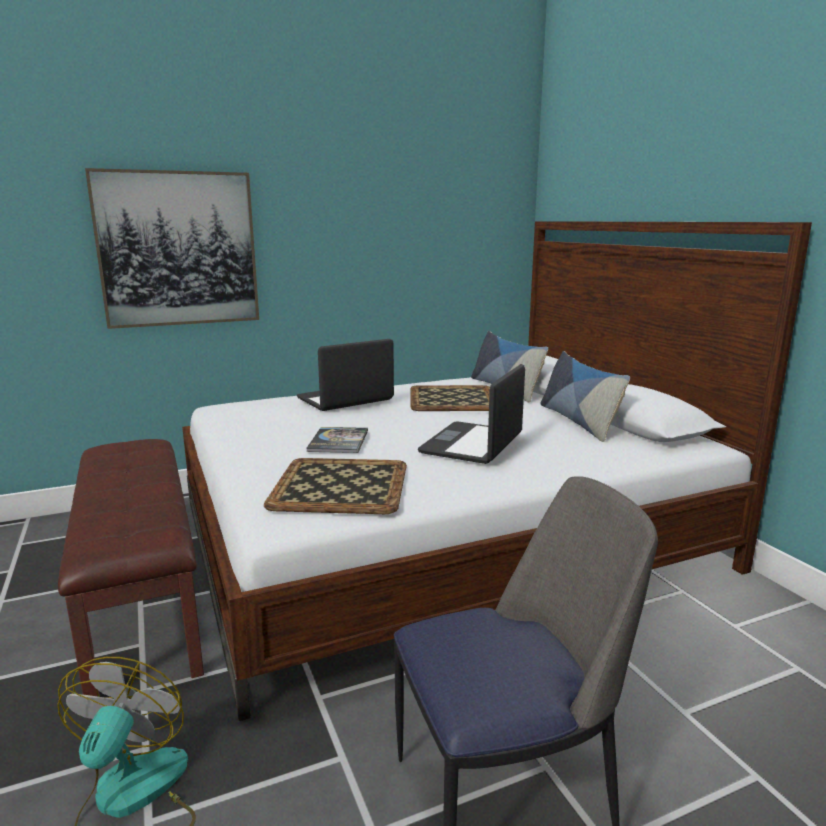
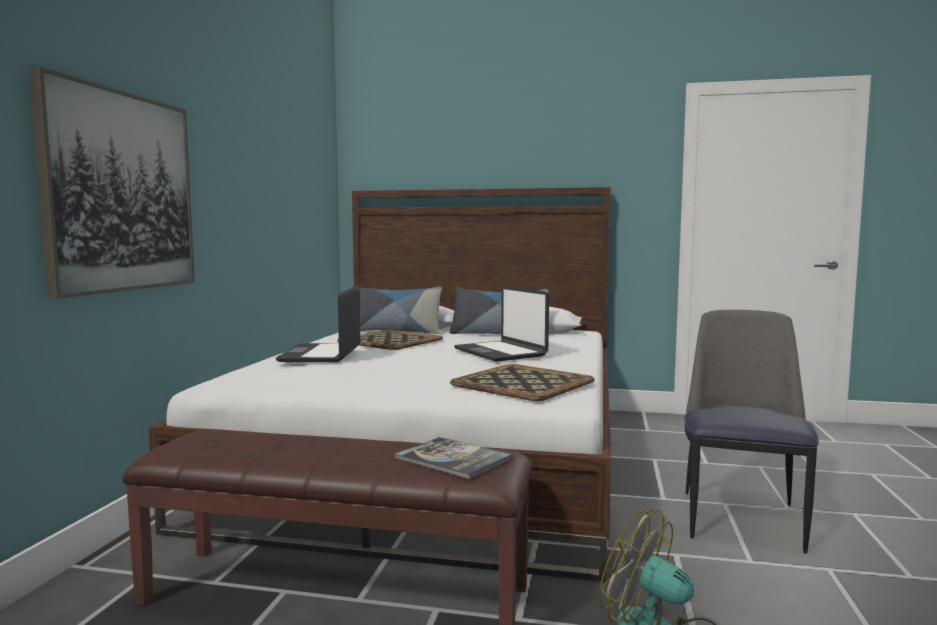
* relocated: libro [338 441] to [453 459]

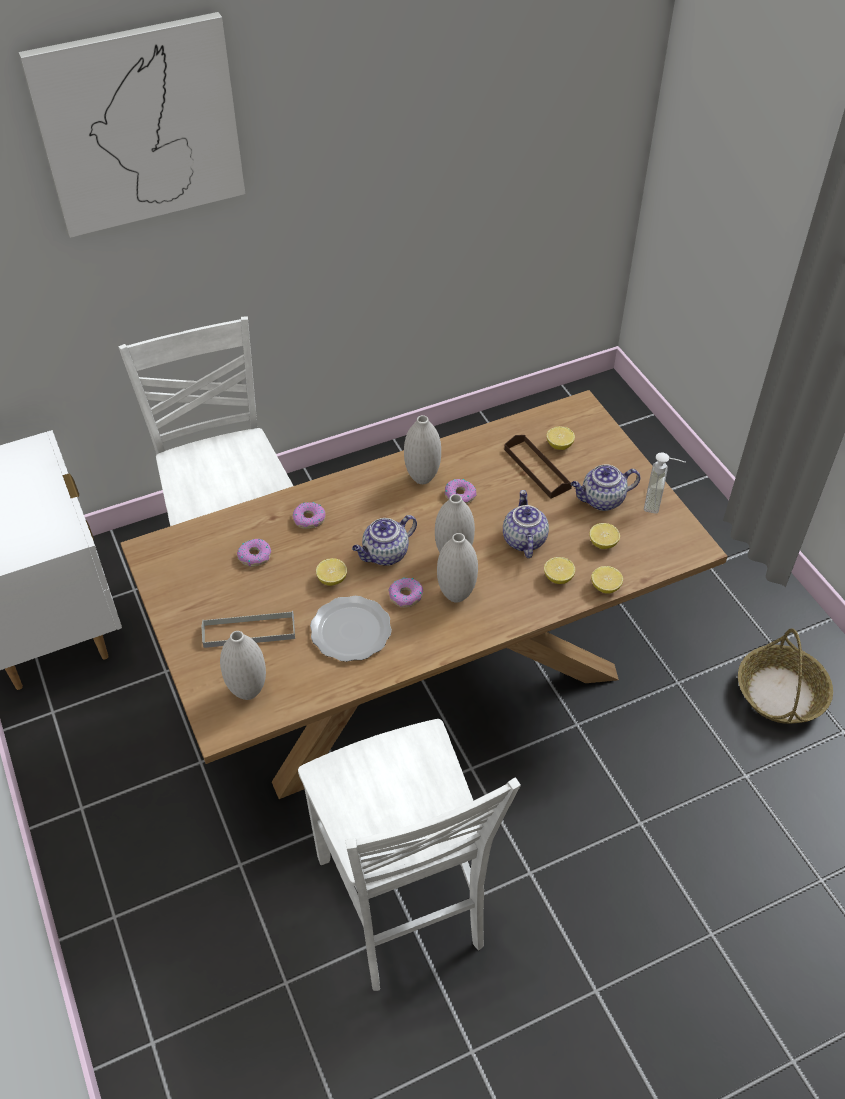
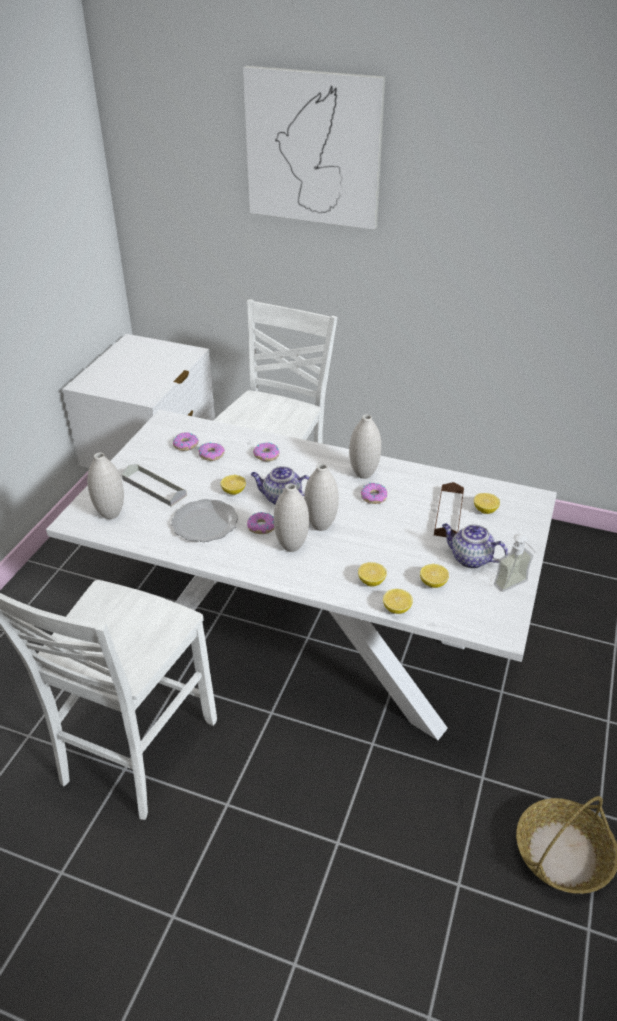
* colour: mesa de comedor (marrón) [423 679] to mesa de comedor (blanco) [307 640]
* missing: tetera [523 540]
* appeared: rosquilla [185 445]

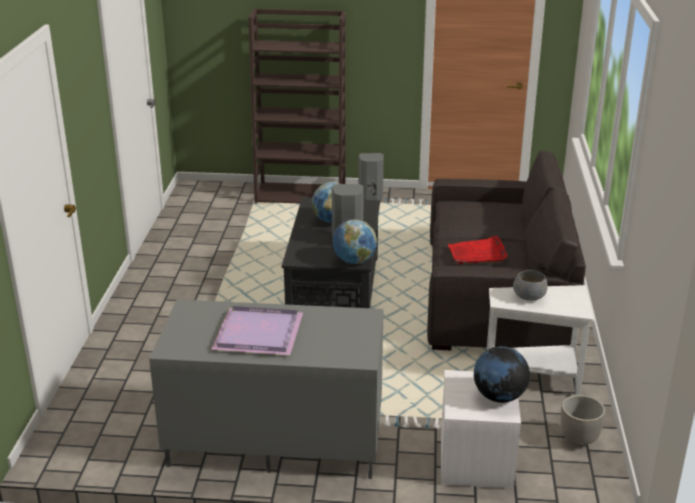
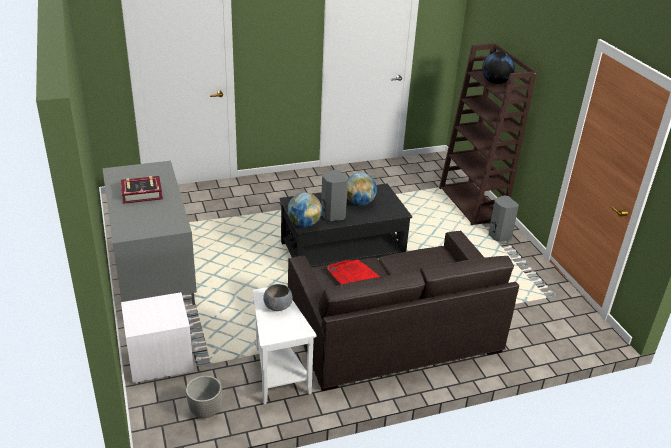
* exchanged: bandeja (morado) [257 332] to libro [142 193]
* relocated: globo terráqueo [499 396] to [495 82]

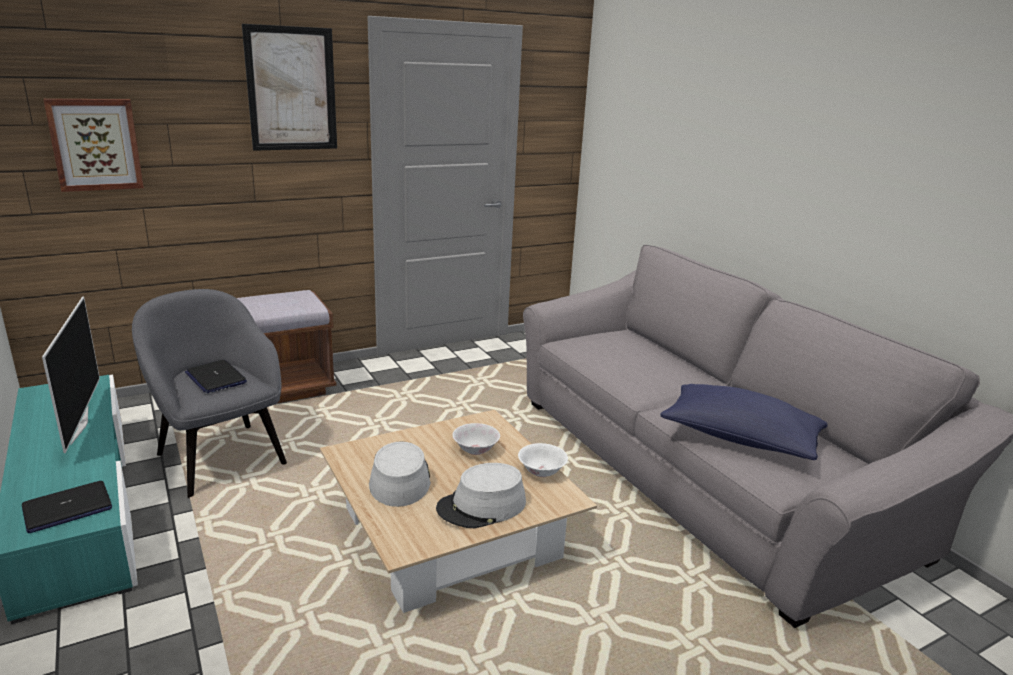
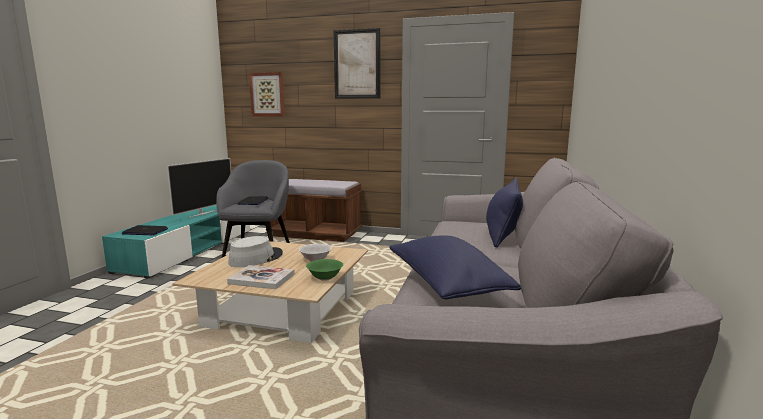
* colour: cuenco (blanco) [542 471] to cuenco (verde) [325 278]
* exchanged: sombrero (gris) [482 506] to libro [262 279]
* appeared: cojín (azul) [503 234]

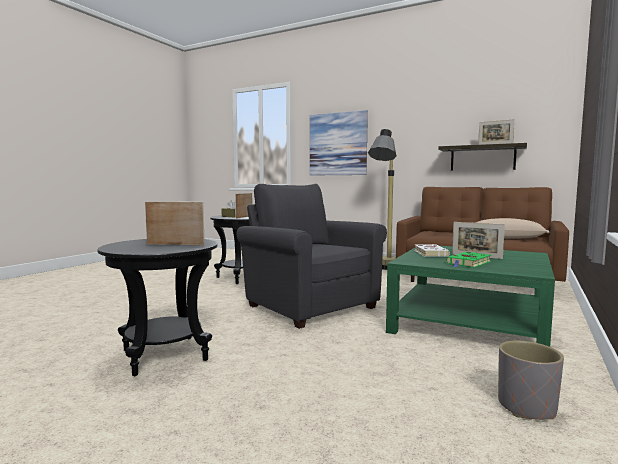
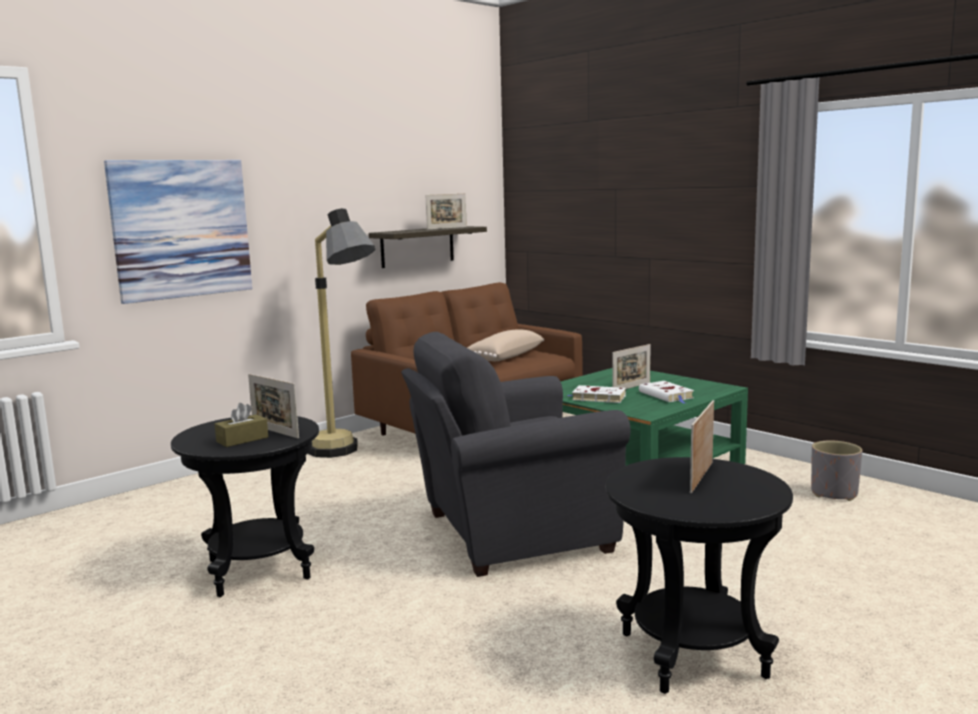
* colour: libro (verde) [468 263] to libro (blanco) [667 395]

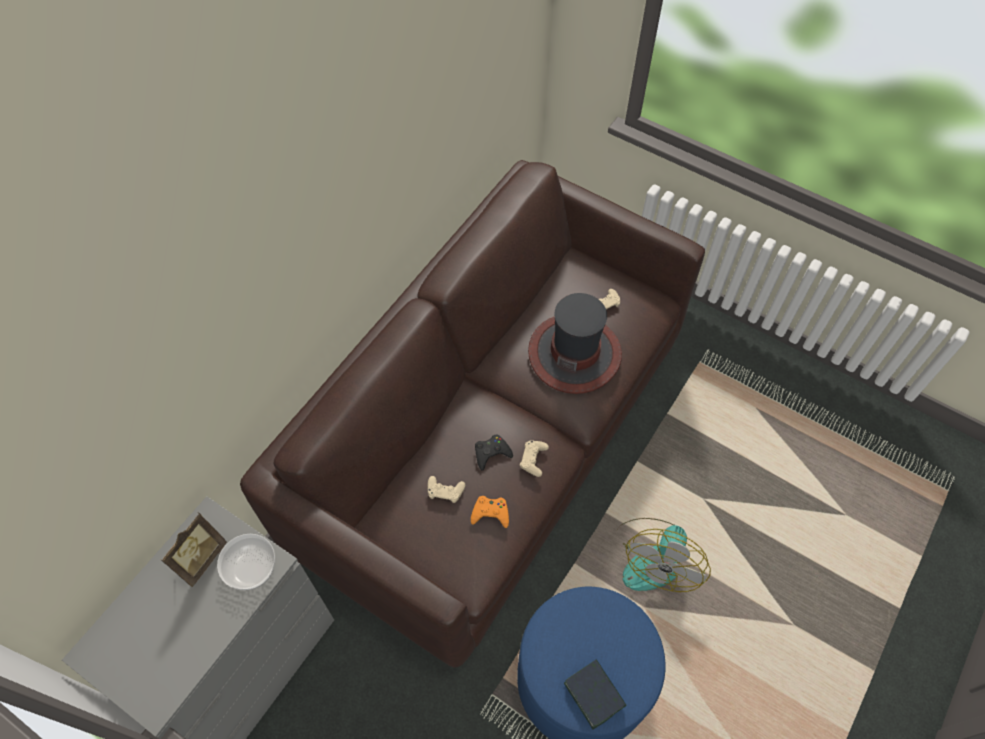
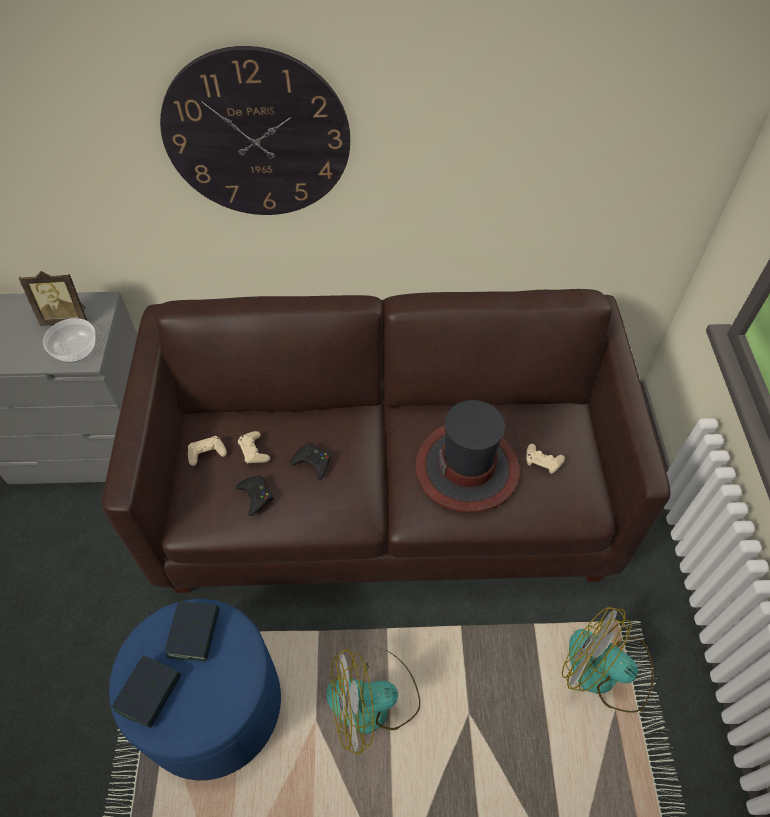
* relocated: mando de consola (beis) [533 459] to [207 453]
* colour: mando de consola (naranja) [490 513] to mando de consola (negro) [256 496]
* appeared: reloj de pared [257 137]
* appeared: libro [194 633]
* appeared: ventilador [605 672]

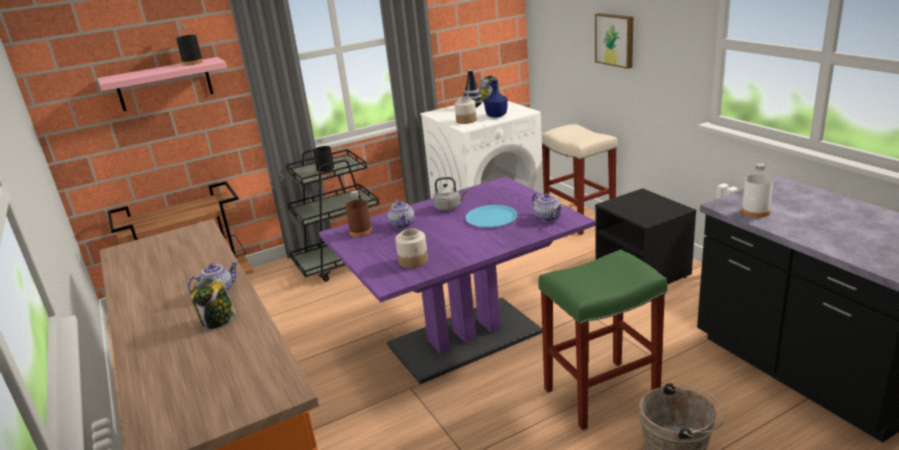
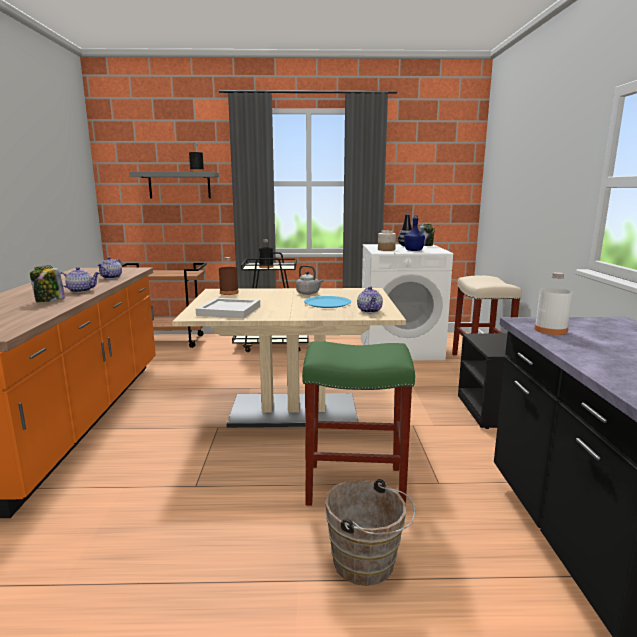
* missing: cuadro [615 40]
* colour: estante (rosa) [164 84] to estante (gris) [179 185]
* colour: mesa de comedor (morado) [464 339] to mesa de comedor (beis) [293 411]
* relocated: tetera [403 225] to [111 277]
* exchanged: tarro [413 261] to bandeja (blanco) [229 311]

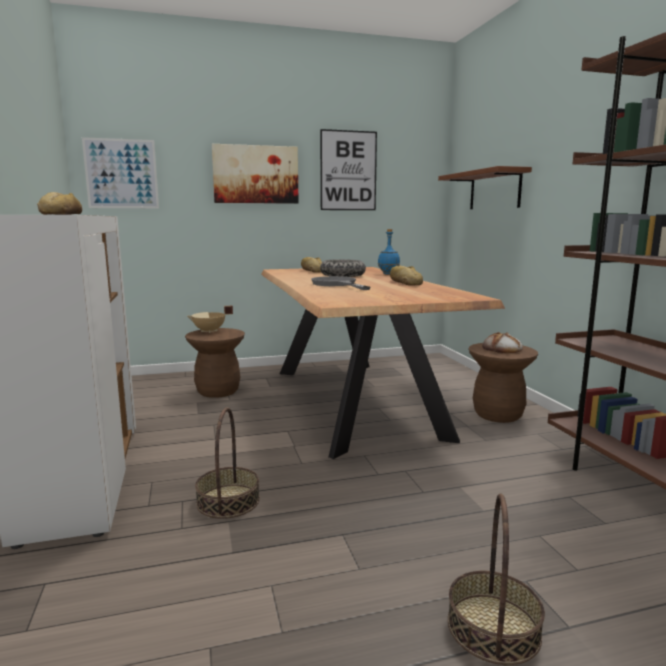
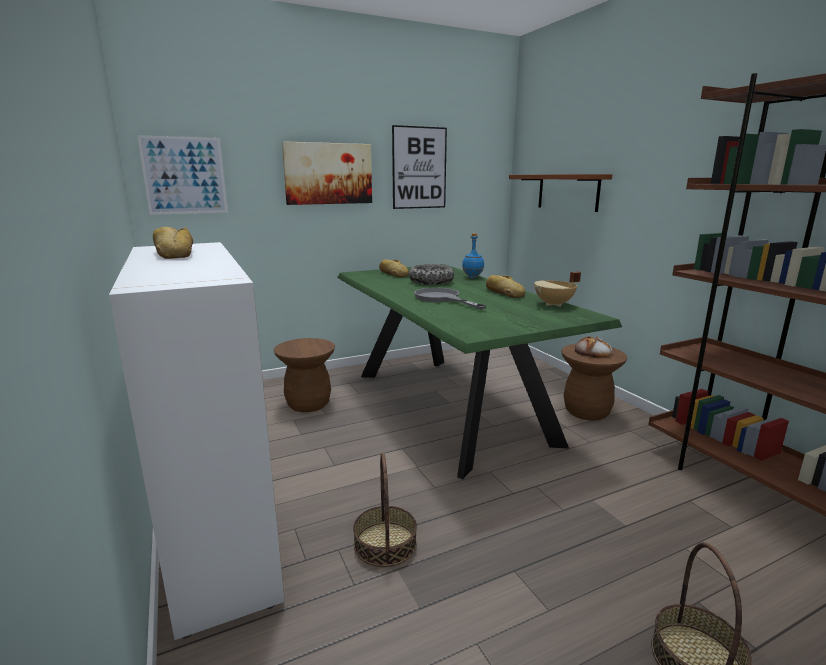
* colour: mesa de comedor (marrón) [353 401] to mesa de comedor (verde) [448 406]
* relocated: olla (beis) [209 331] to [554 304]

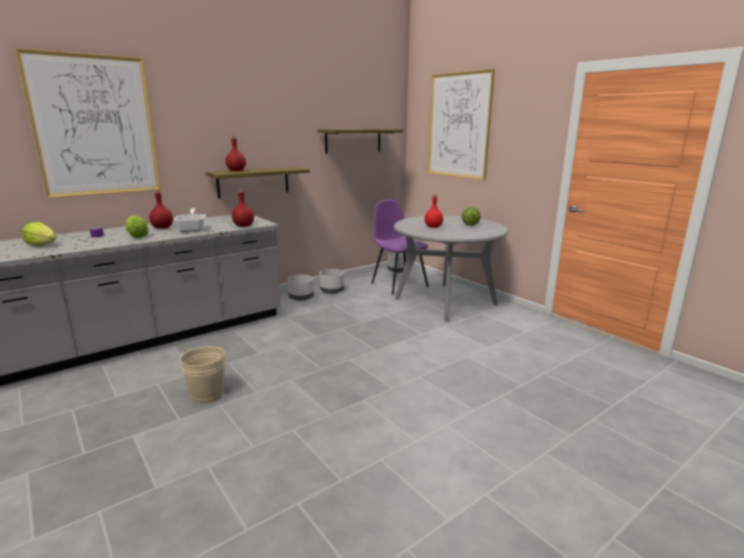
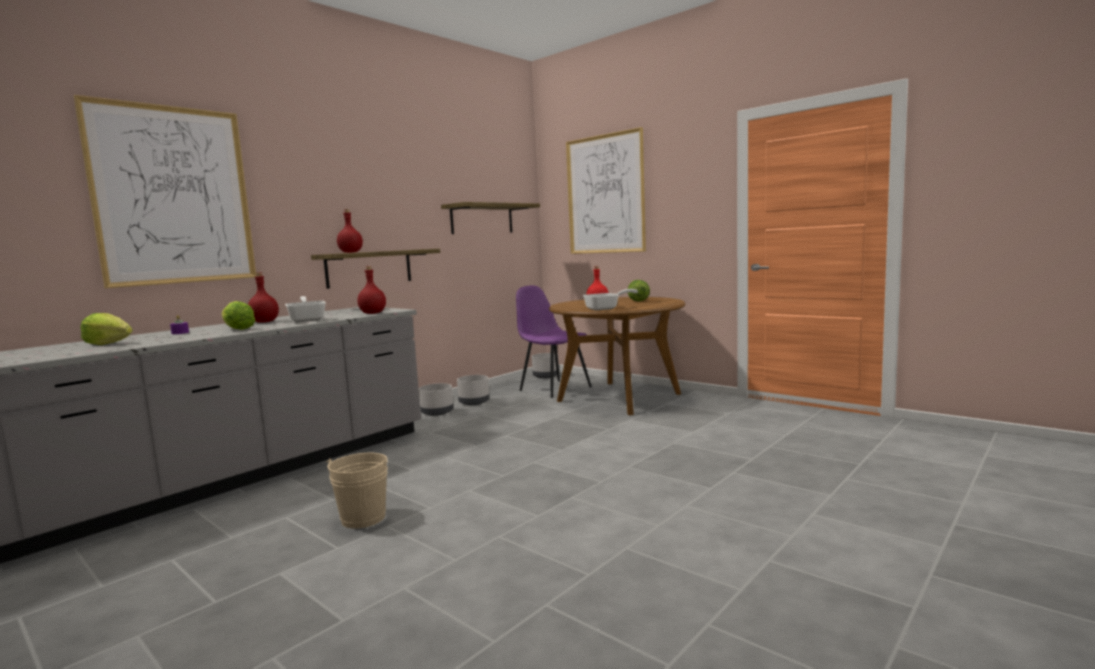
* colour: mesa de comedor (gris) [445 301] to mesa de comedor (marrón) [619 397]
* appeared: sartén [606 309]

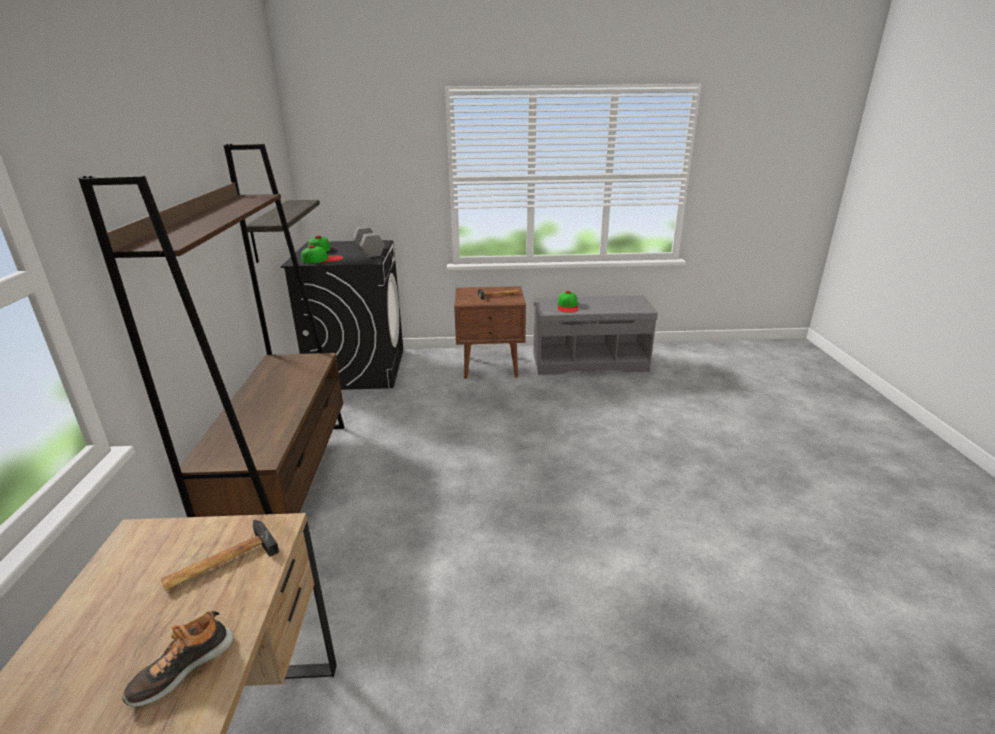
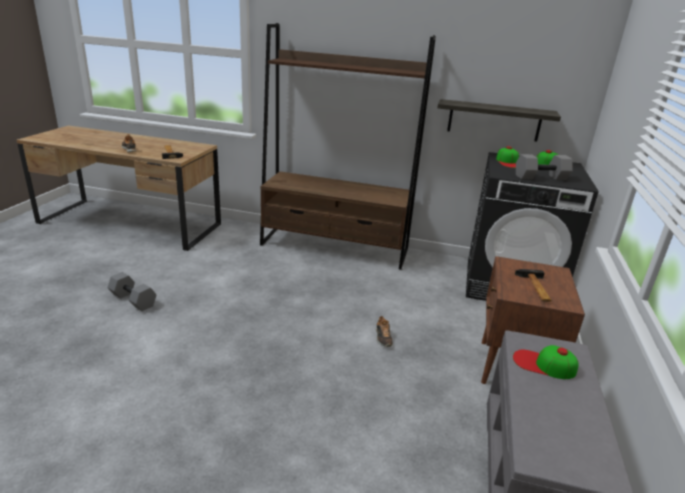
* appeared: mancuerna (gris) [132 300]
* appeared: zapato [383 337]

